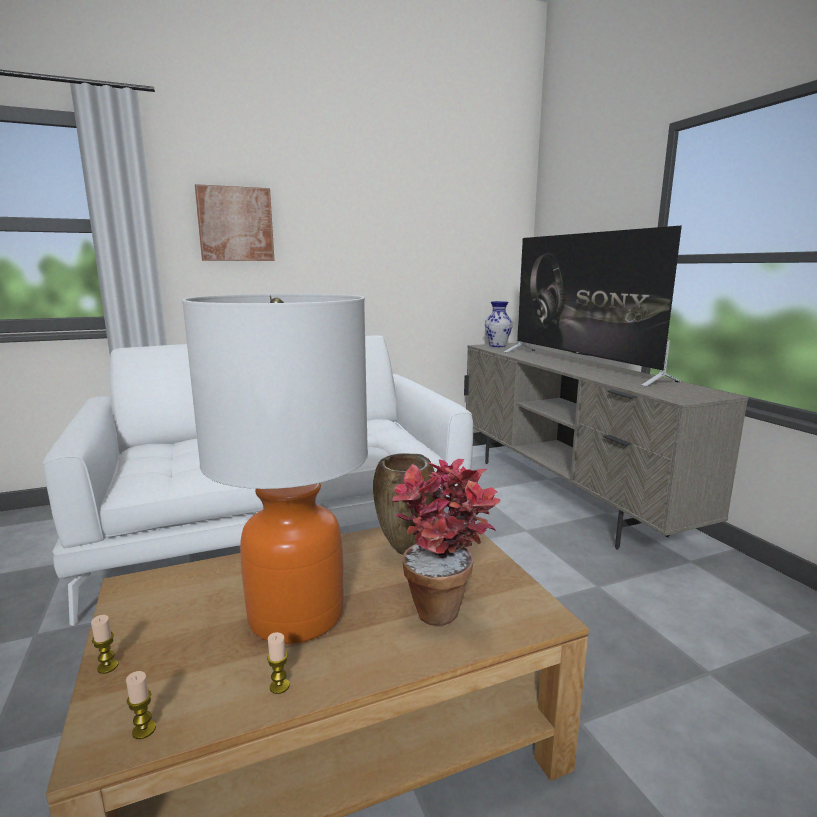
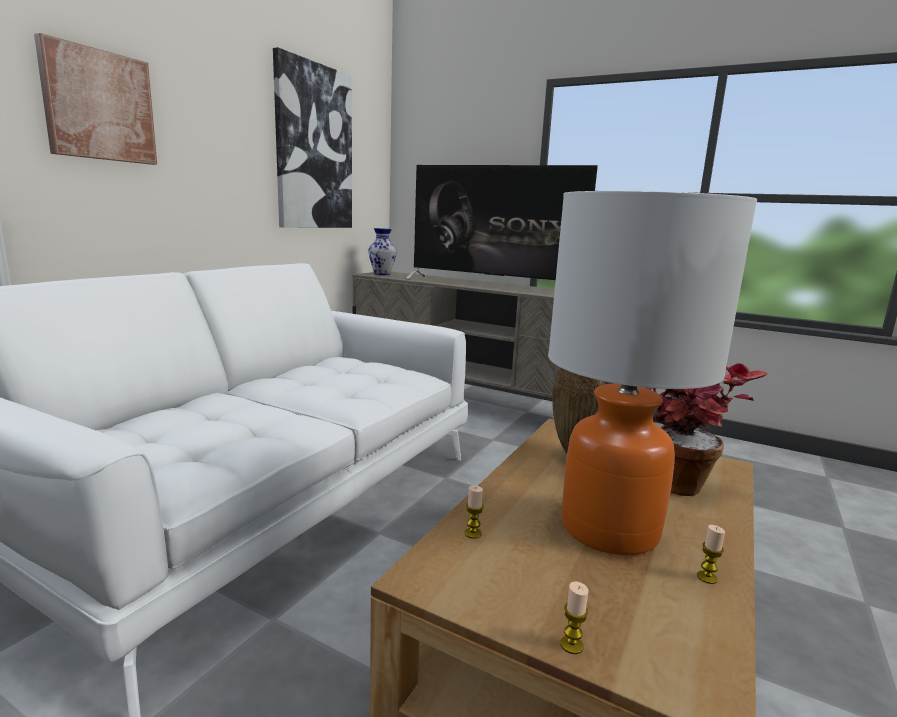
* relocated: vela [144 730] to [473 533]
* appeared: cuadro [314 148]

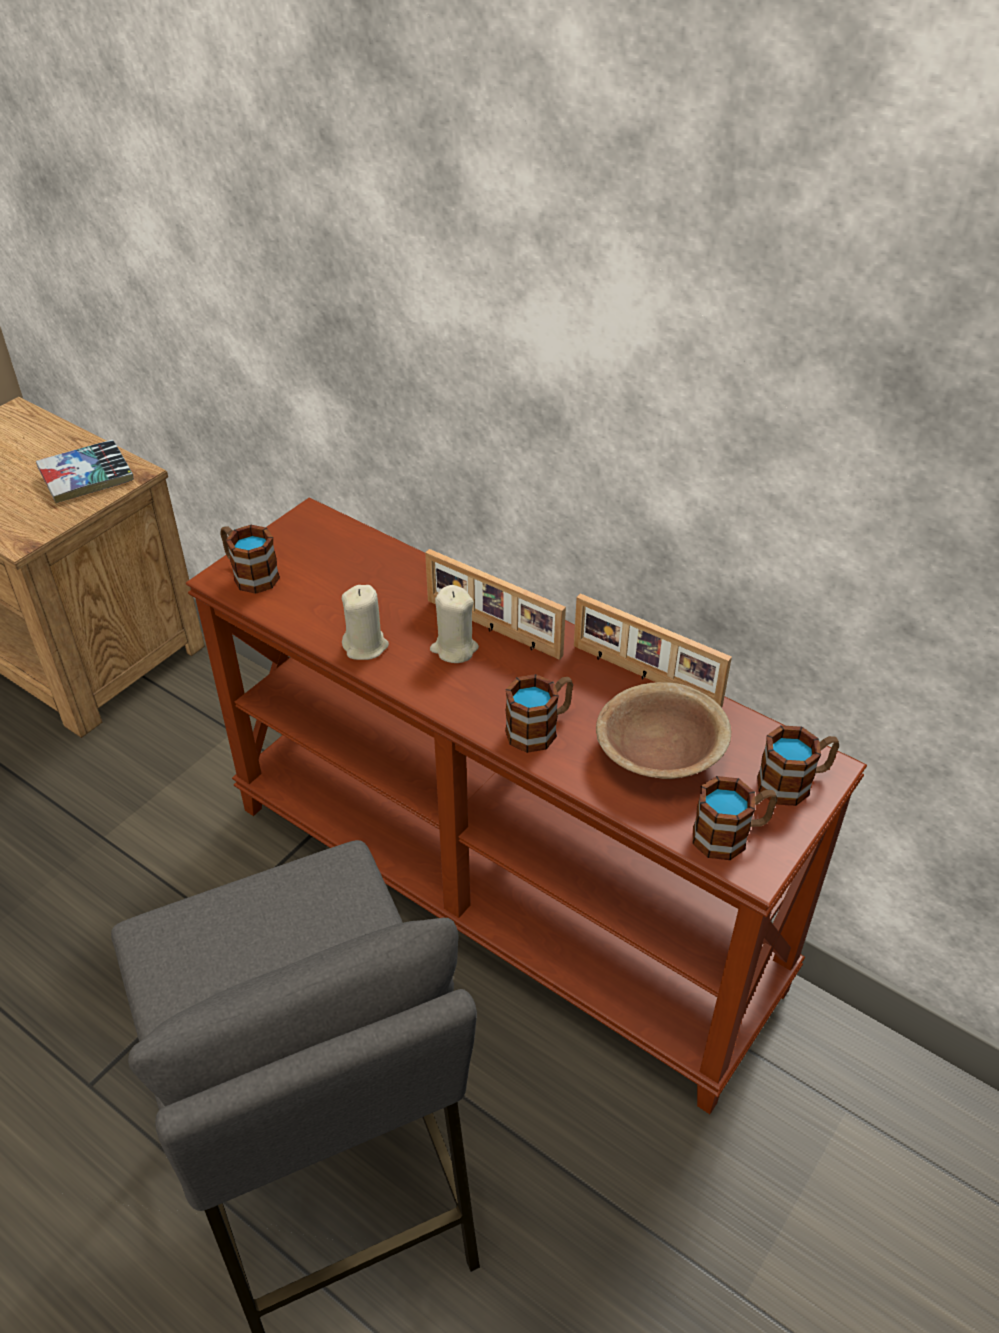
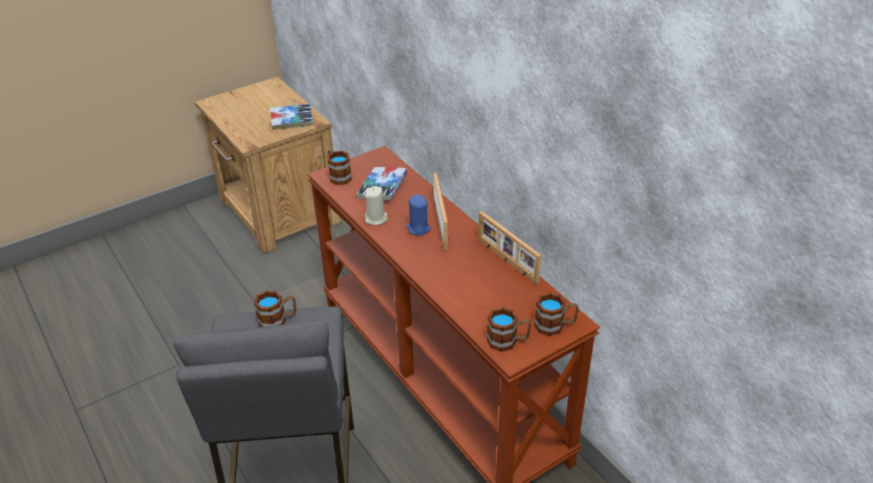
* spun: portarretratos [492 629] = [441 223] 150 degrees counterclockwise
* colour: vela (beis) [454 649] to vela (azul) [418 228]
* relocated: taza grande [540 728] to [278 320]
* missing: cuenco (marrón) [659 754]
* appeared: libro [382 188]

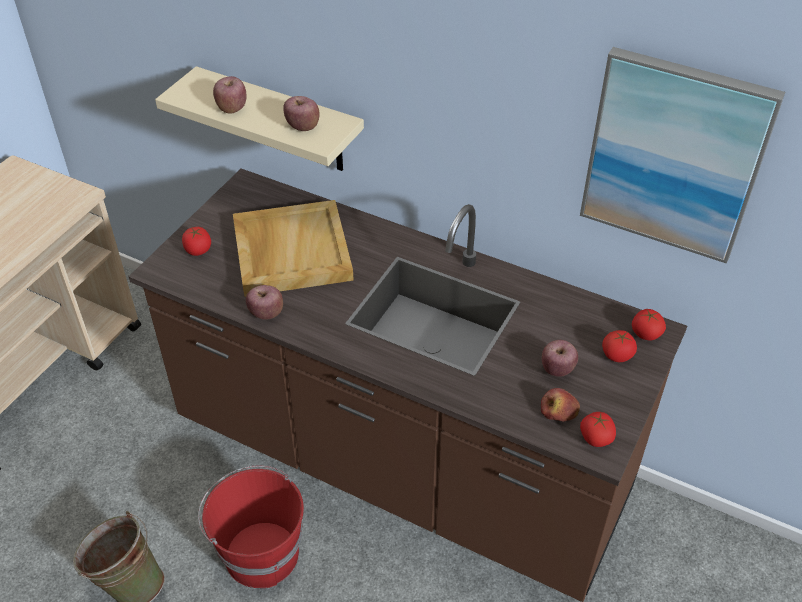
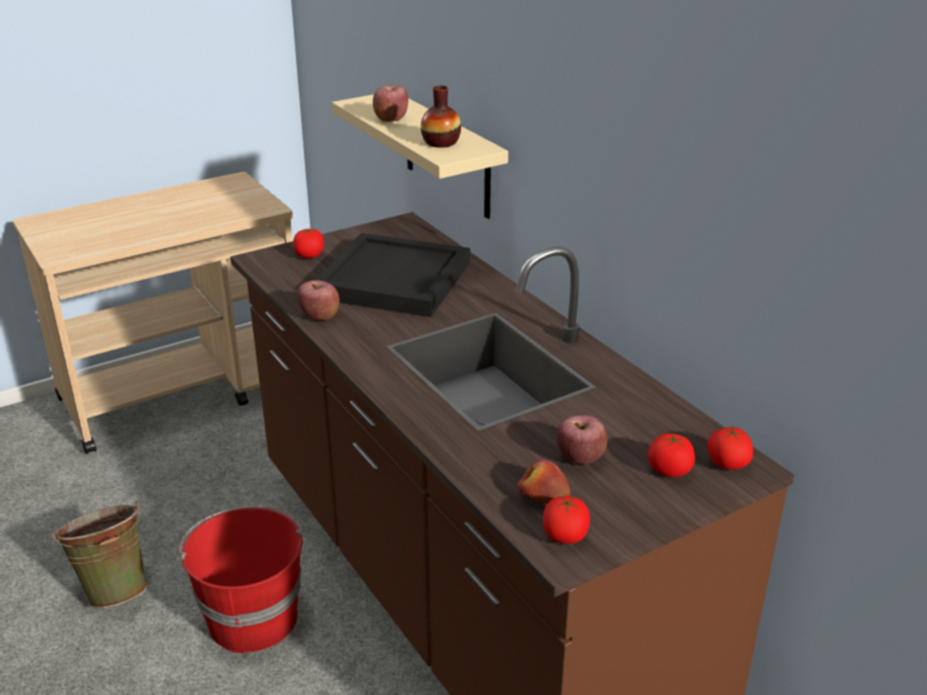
* missing: cuadro [674 156]
* exchanged: manzana [302 126] to florero [441 142]
* colour: bandeja (beis) [291 251] to bandeja (negro) [393 279]

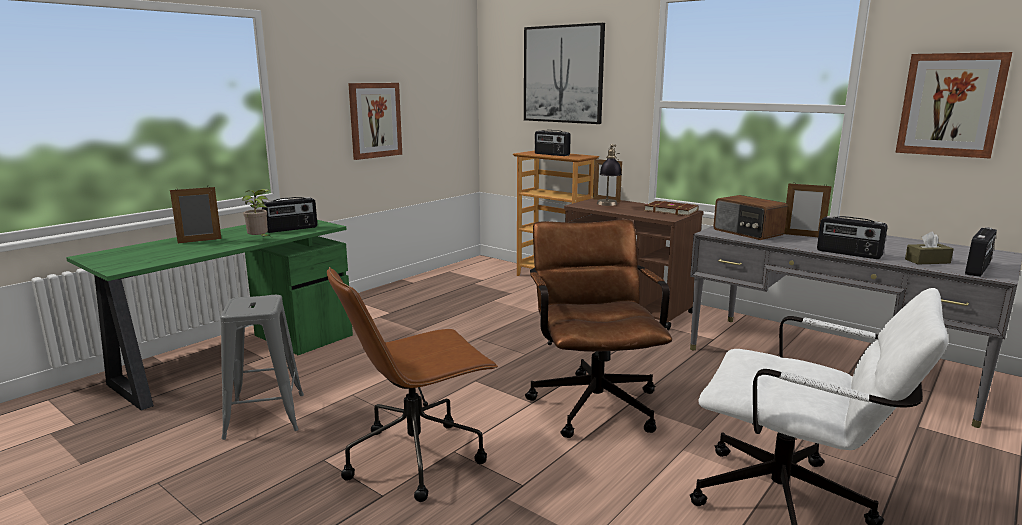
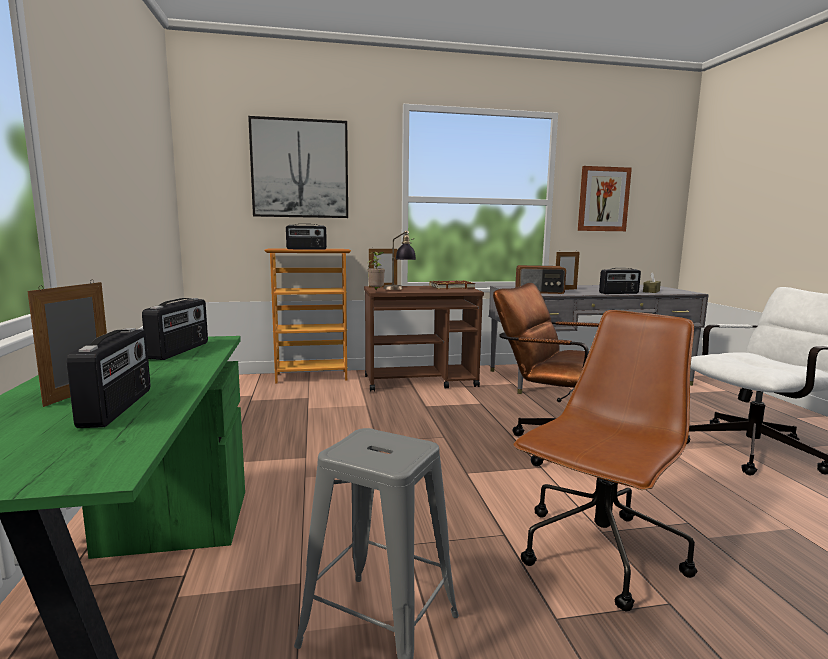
* missing: cuadro [375 120]
* relocated: planta en maceta [260 240] to [376 291]
* relocated: radio [978 269] to [118 407]
* spun: silla de oficina (marrón) [417 457] = [599 555] 150 degrees counterclockwise

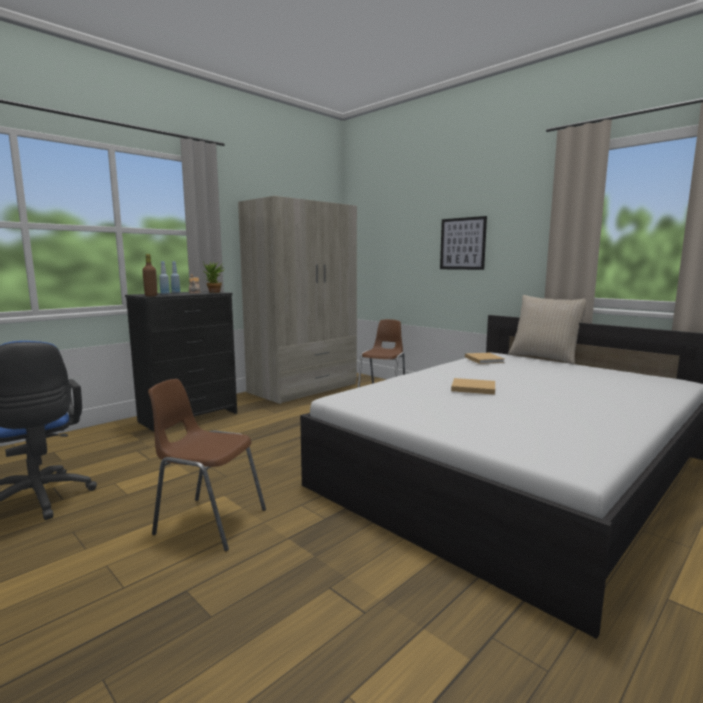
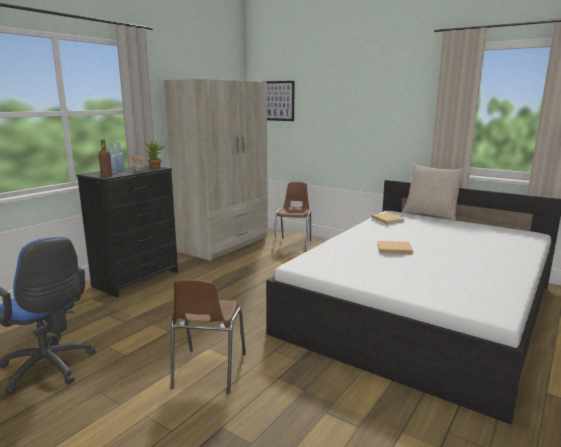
* relocated: cuadro [462 243] to [278 101]
* spun: silla (marrón) [208 521] = [208 372] 90 degrees counterclockwise

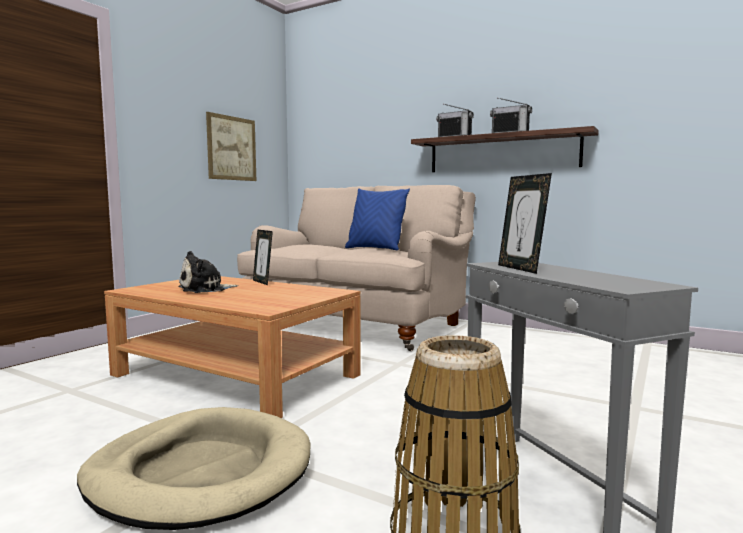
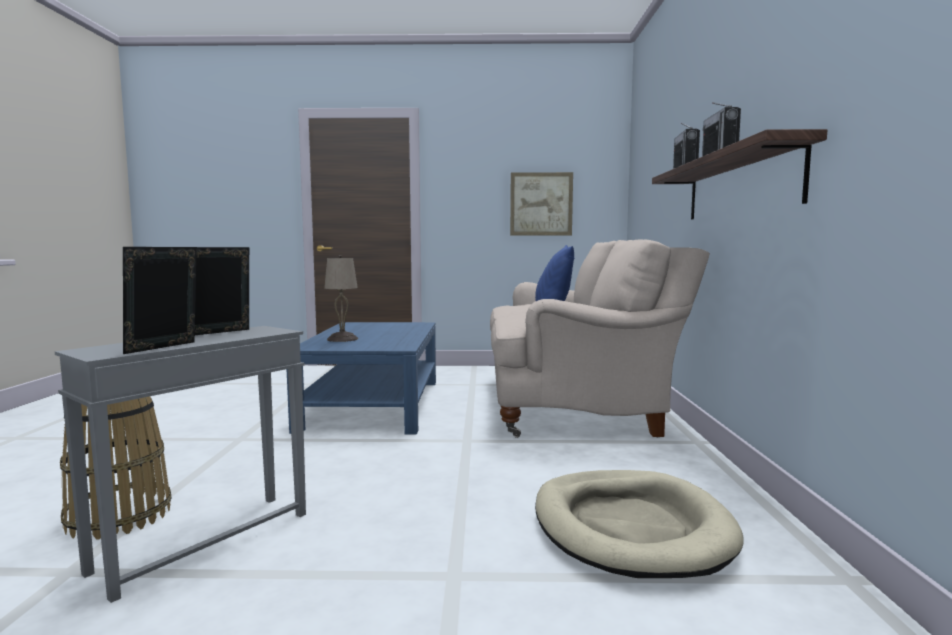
* relocated: portarretratos [263 282] to [165 348]
* missing: peluche [205 289]
* colour: mesa de centro (marrón) [236 375] to mesa de centro (azul) [374 404]
* relocated: cama para perro (beis) [201 472] to [630 527]
* appeared: lámpara de mesa (beis) [342 339]

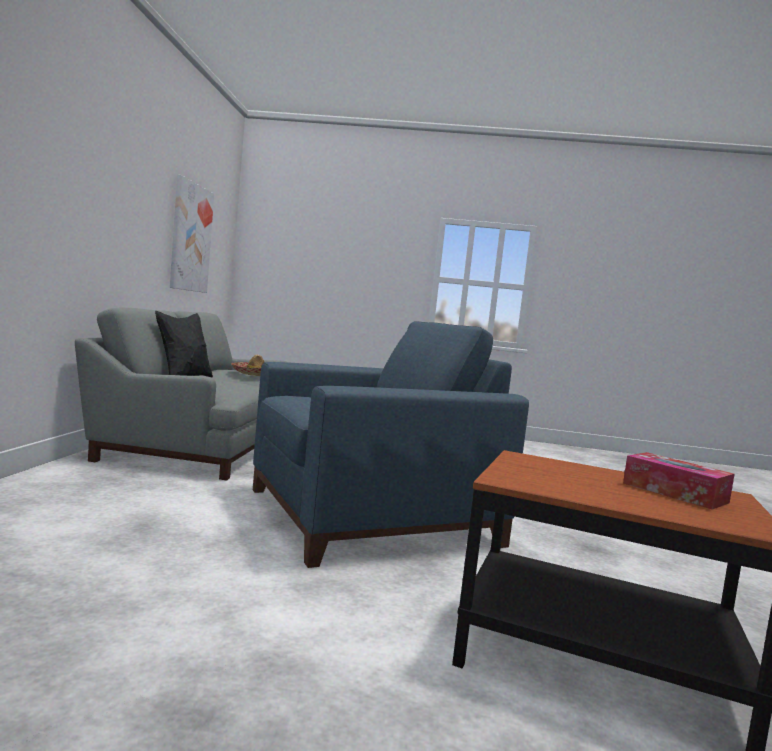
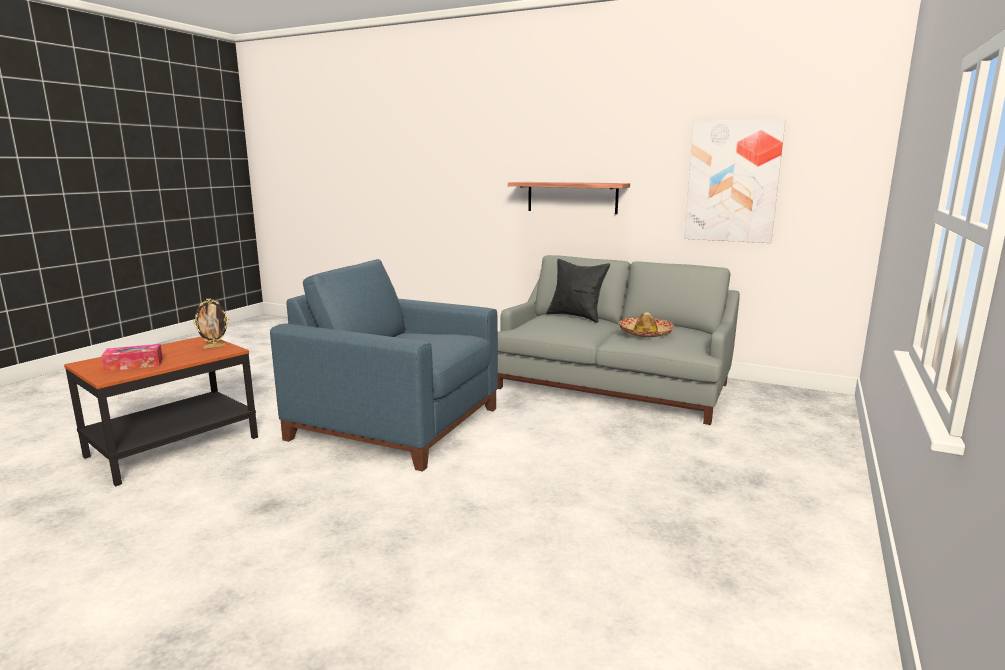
* spun: sillón (azul) [368 517] = [398 423] 120 degrees clockwise
* appeared: estante [572 197]
* appeared: portarretratos [214 347]

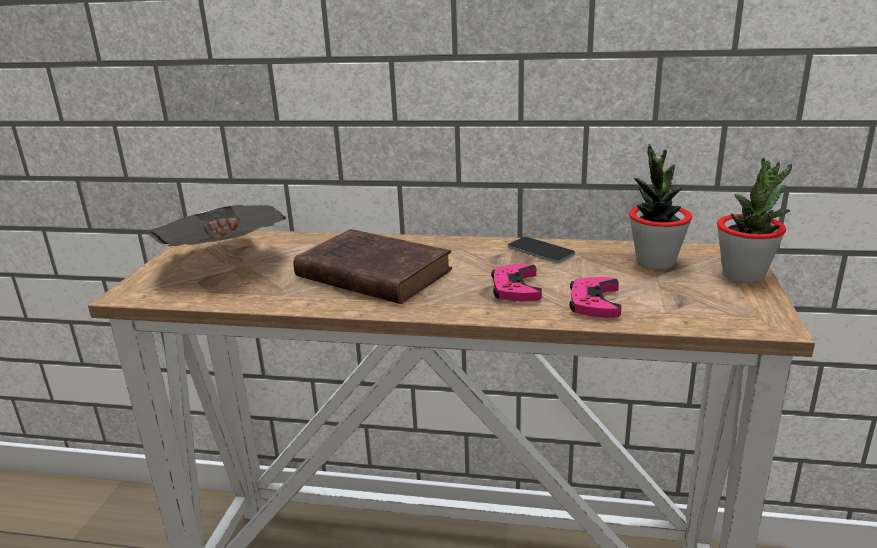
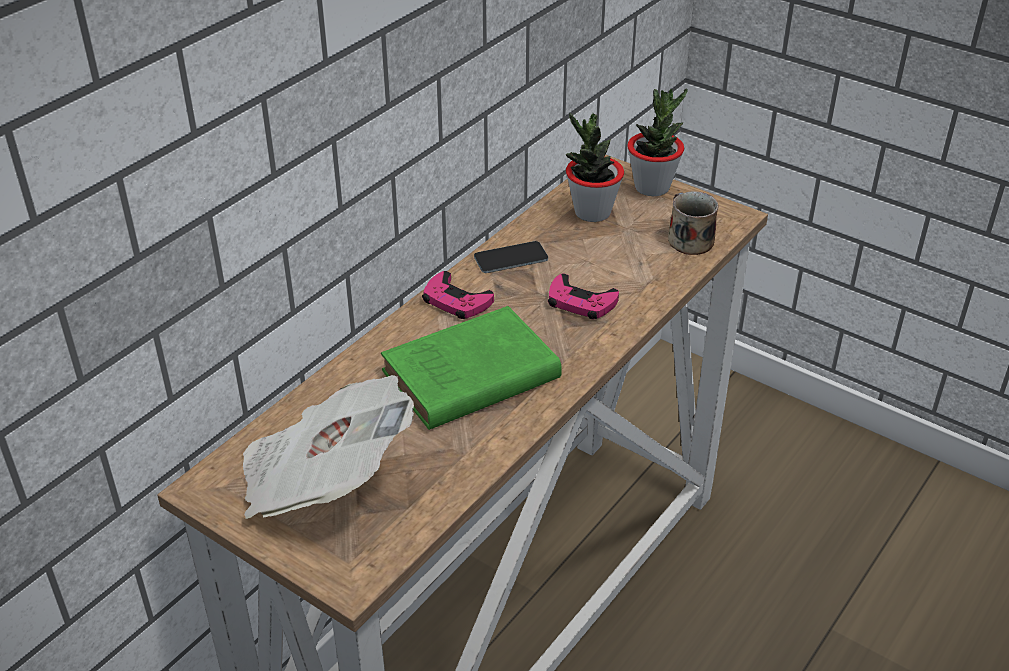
* colour: libro (marrón) [370 273] to libro (verde) [466 377]
* relocated: mando de consola (rosa) [594 303] to [456 301]
* appeared: taza grande [688 239]

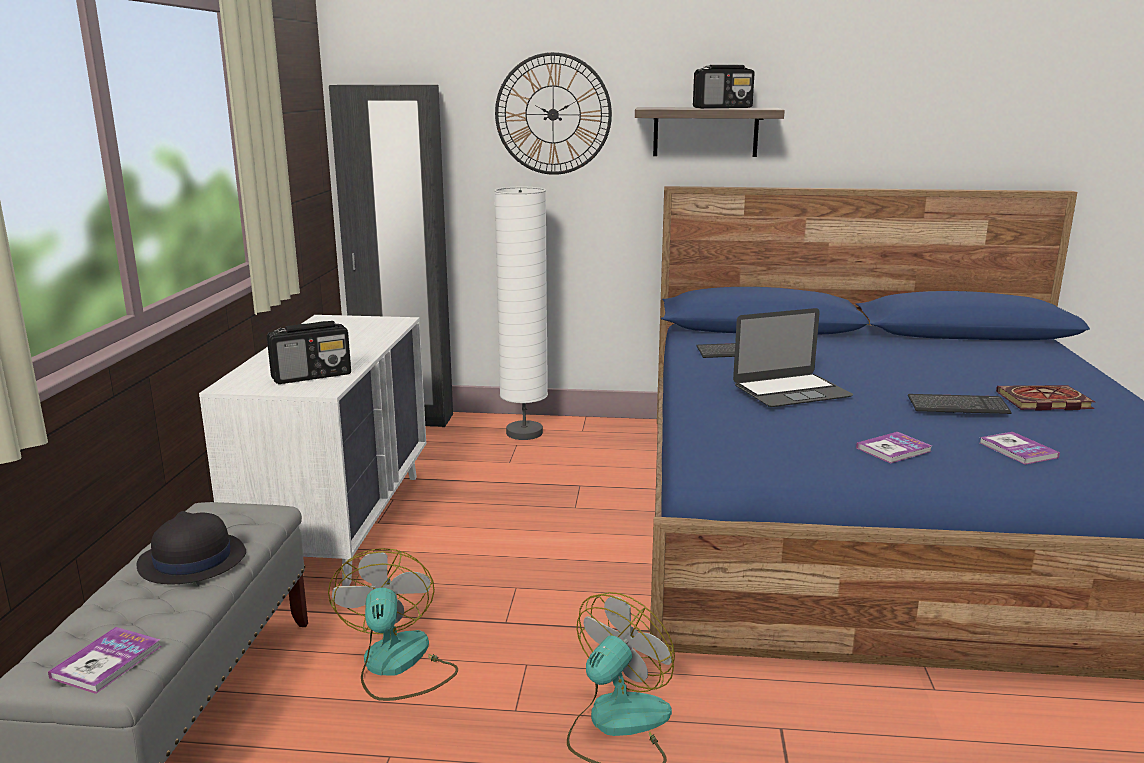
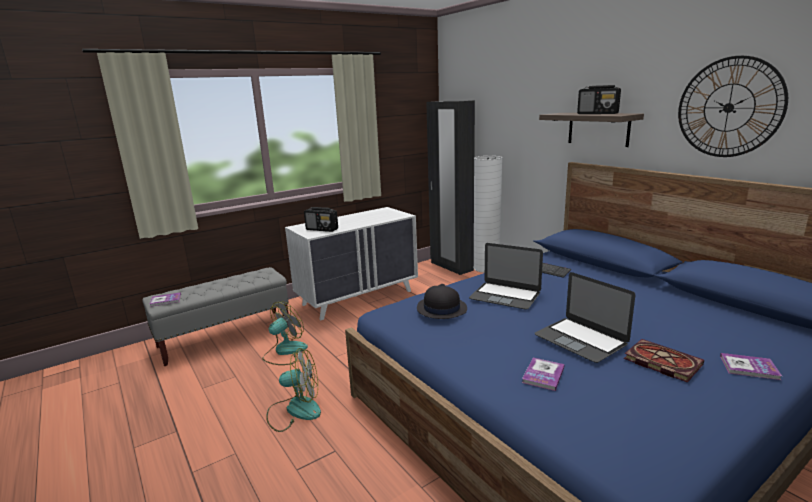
* relocated: reloj de pared [553 114] to [728 107]
* exchanged: teclado [958 406] to portátil [580 339]
* relocated: libro [893 449] to [749 367]
* relocated: sombrero (negro) [192 560] to [441 308]

